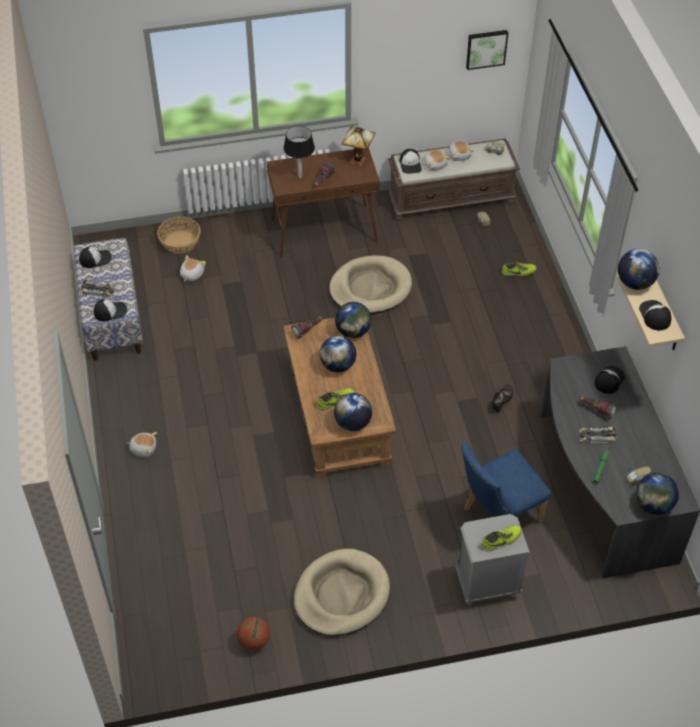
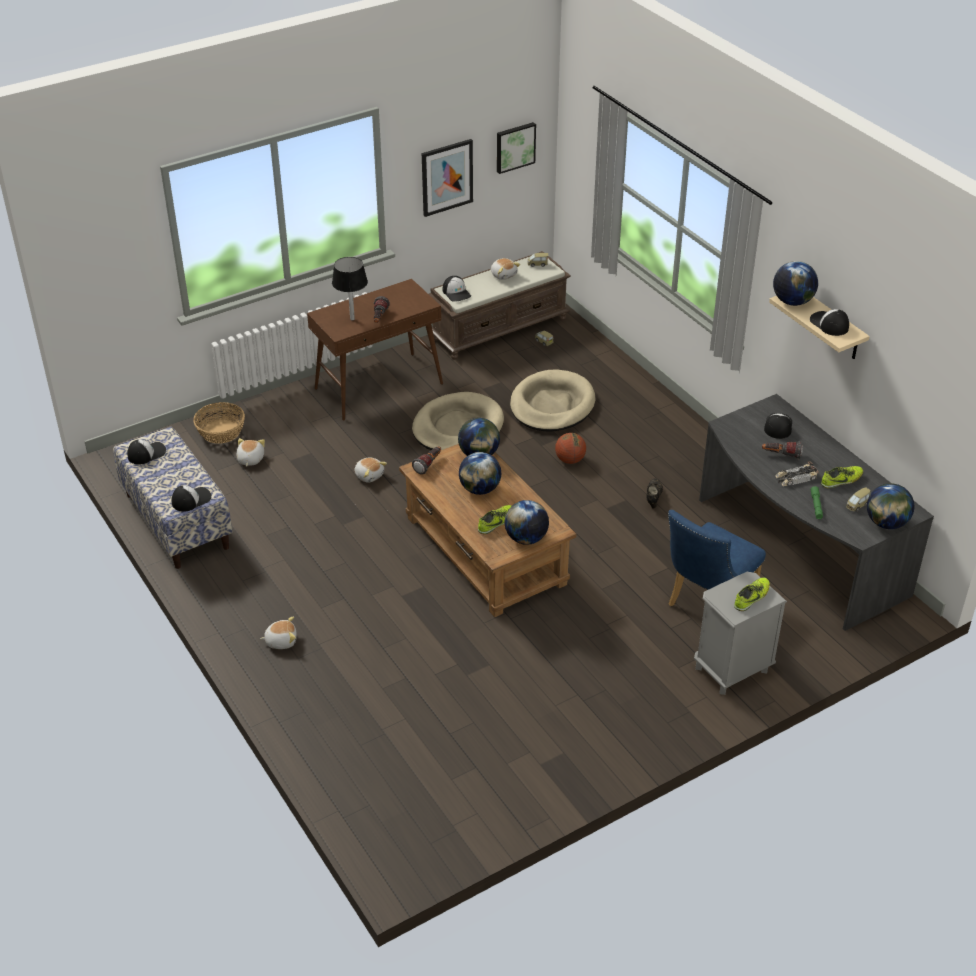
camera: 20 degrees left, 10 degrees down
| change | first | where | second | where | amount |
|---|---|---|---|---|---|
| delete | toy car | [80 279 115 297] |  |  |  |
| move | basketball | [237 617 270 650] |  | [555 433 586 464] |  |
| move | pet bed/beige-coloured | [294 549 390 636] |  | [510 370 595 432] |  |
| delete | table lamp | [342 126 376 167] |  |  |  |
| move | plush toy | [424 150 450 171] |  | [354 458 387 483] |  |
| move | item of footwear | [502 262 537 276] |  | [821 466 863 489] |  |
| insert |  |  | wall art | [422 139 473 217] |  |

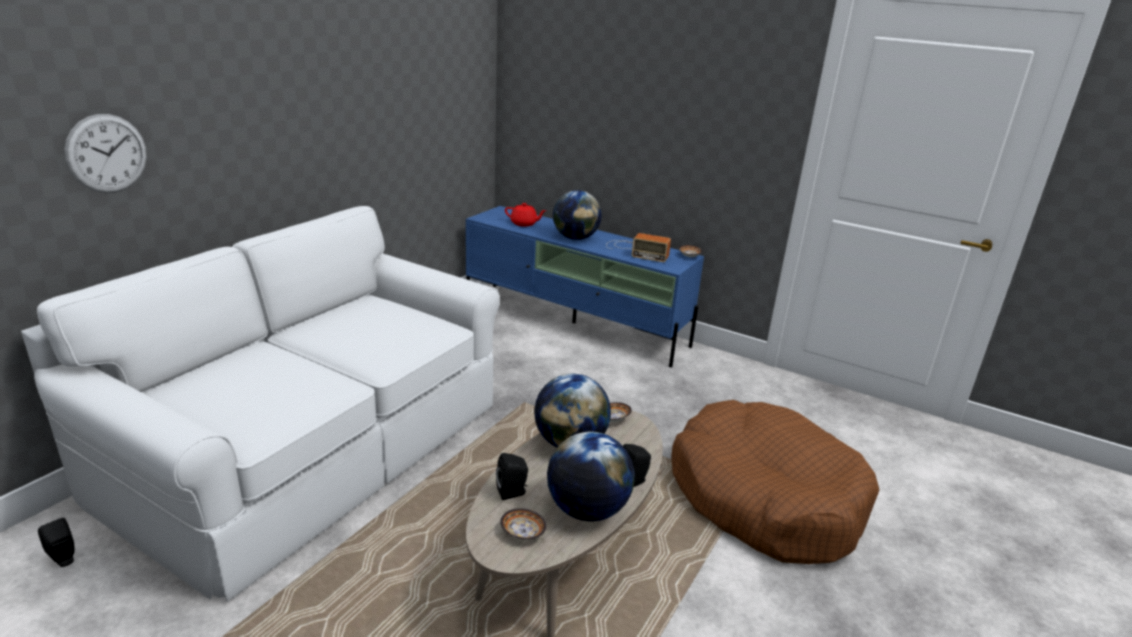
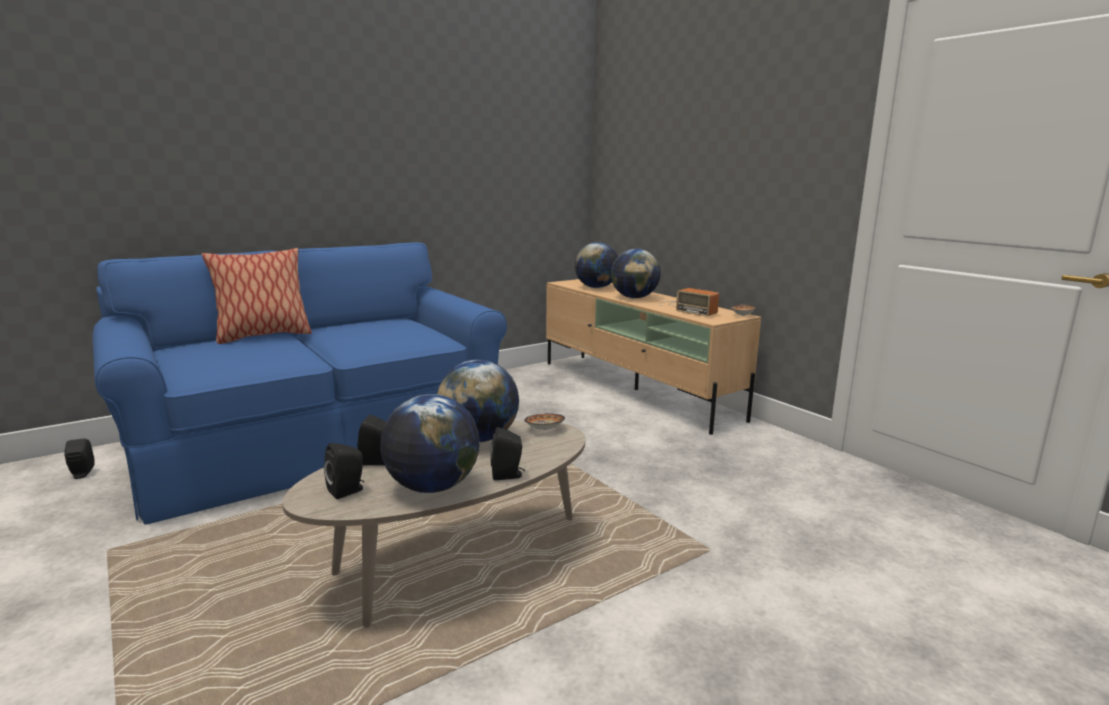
camera: 25 degrees right, 10 degrees down
| change | first | where | second | where | amount |
|---|---|---|---|---|---|
| recolor | sofa/white | [21 206 500 601] | sofa/bluish | [93 243 507 524] |  |
| delete | clock on the wall | [64 114 147 193] |  |  |  |
| recolor | tv unit/bluish | [466 206 704 367] | tv unit/beige-coloured | [546 279 761 435] |  |
| replace | serving bowl | [500 508 546 540] | loudspeaker/black | [324 443 364 499] |  |
| replace | tea pot/red-coloured | [505 203 546 226] | world globe | [574 242 618 288] |  |
| delete | pet bed/brown | [671 400 880 564] |  |  |  |
| insert |  |  | pillow | [202 248 312 344] |  |

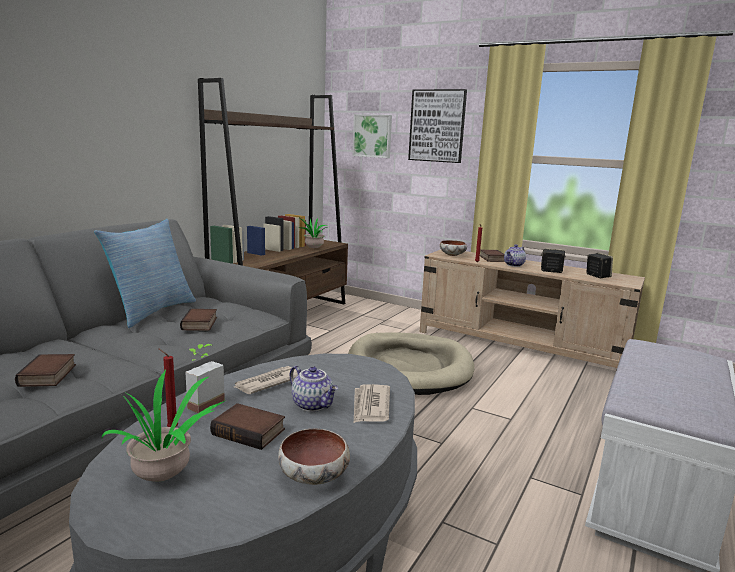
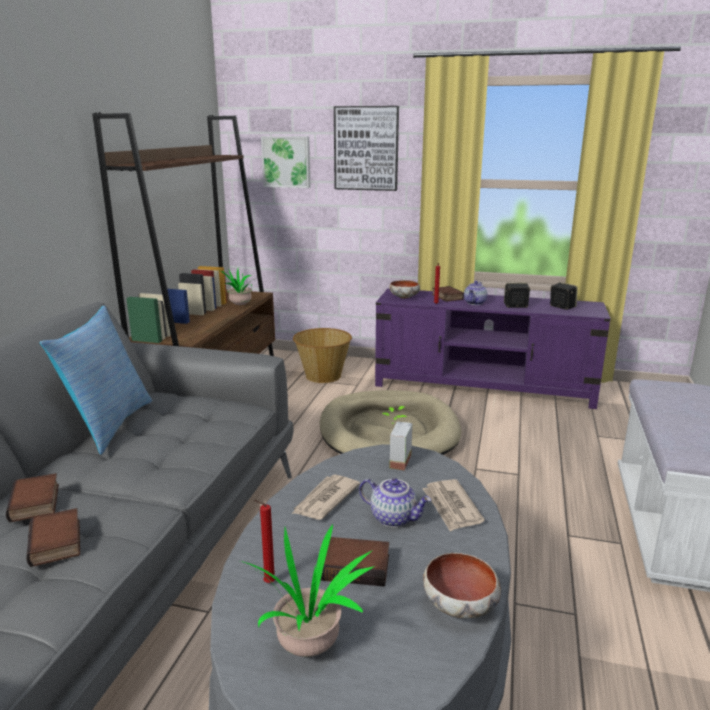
camera: 15 degrees left, 5 degrees up
| change | first | where | second | where | amount |
|---|---|---|---|---|---|
| move | book | [180 309 217 331] |  | [6 473 59 523] |  |
| move | plant in a pot | [185 344 225 413] |  | [382 406 412 470] |  |
| recolor | tv unit/beige-coloured | [420 250 645 368] | tv unit/purple-coloured | [375 288 611 409] |  |
| insert |  |  | basket | [293 328 352 383] |  |

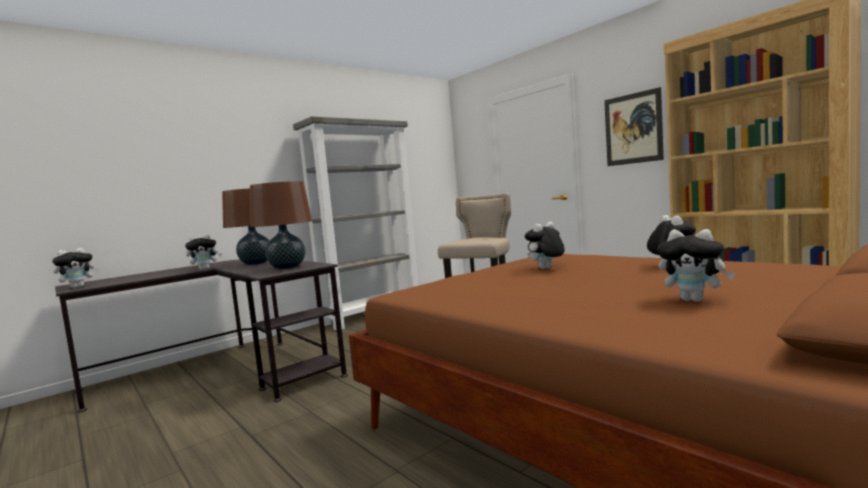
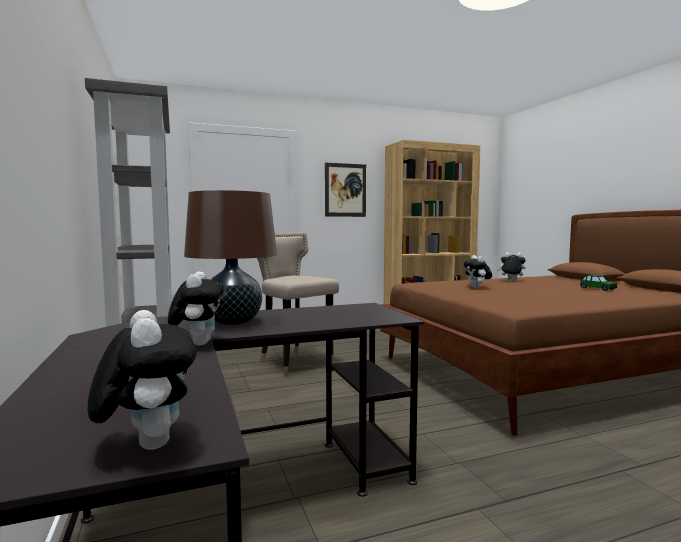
camera: 70 degrees left, 0 degrees up
| change | first | where | second | where | amount |
|---|---|---|---|---|---|
| delete | table lamp/brown | [250 181 312 269] |  |  |  |
| replace | plush toy | [657 229 735 302] | toy car | [580 275 617 291] |  |

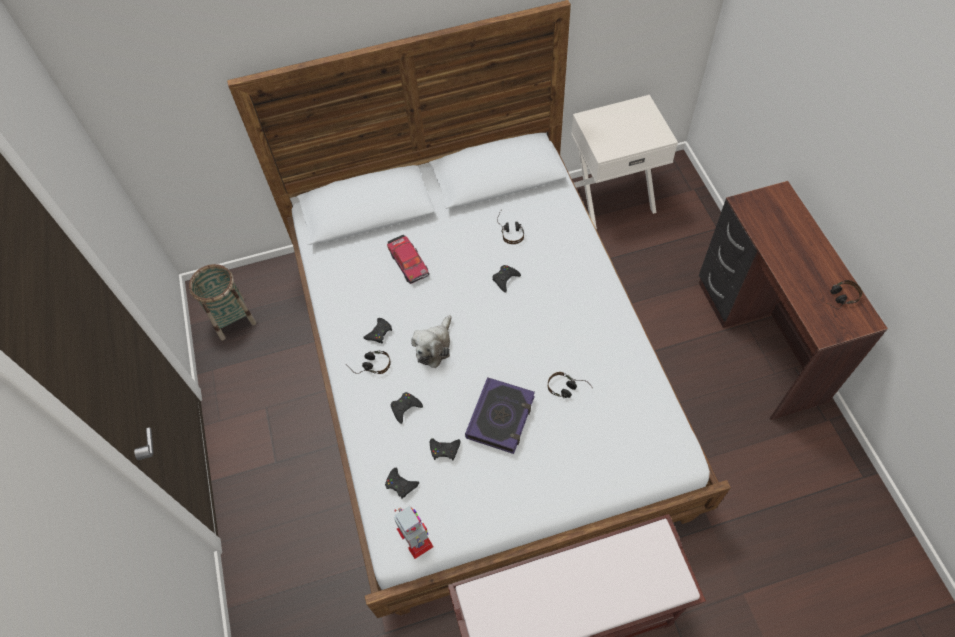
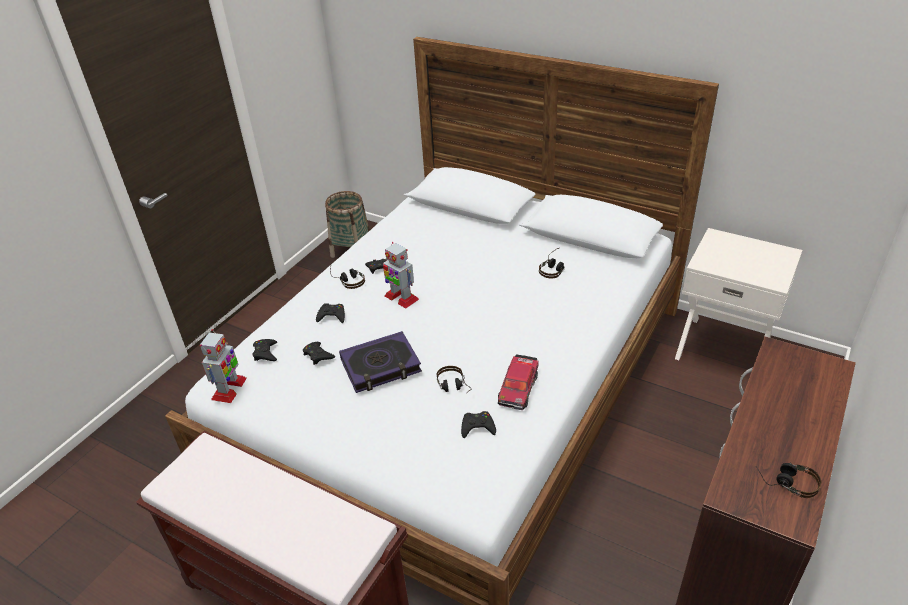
camera: 45 degrees right, 20 degrees down
| change | first | where | second | where | amount |
|---|---|---|---|---|---|
| move | toy car | [387 235 429 284] |  | [498 354 539 410] |  |
| replace | plush toy | [411 315 451 368] | robot figure | [383 242 419 308] |  |
| move | joypad/black | [492 265 521 293] |  | [461 411 496 438] |  |

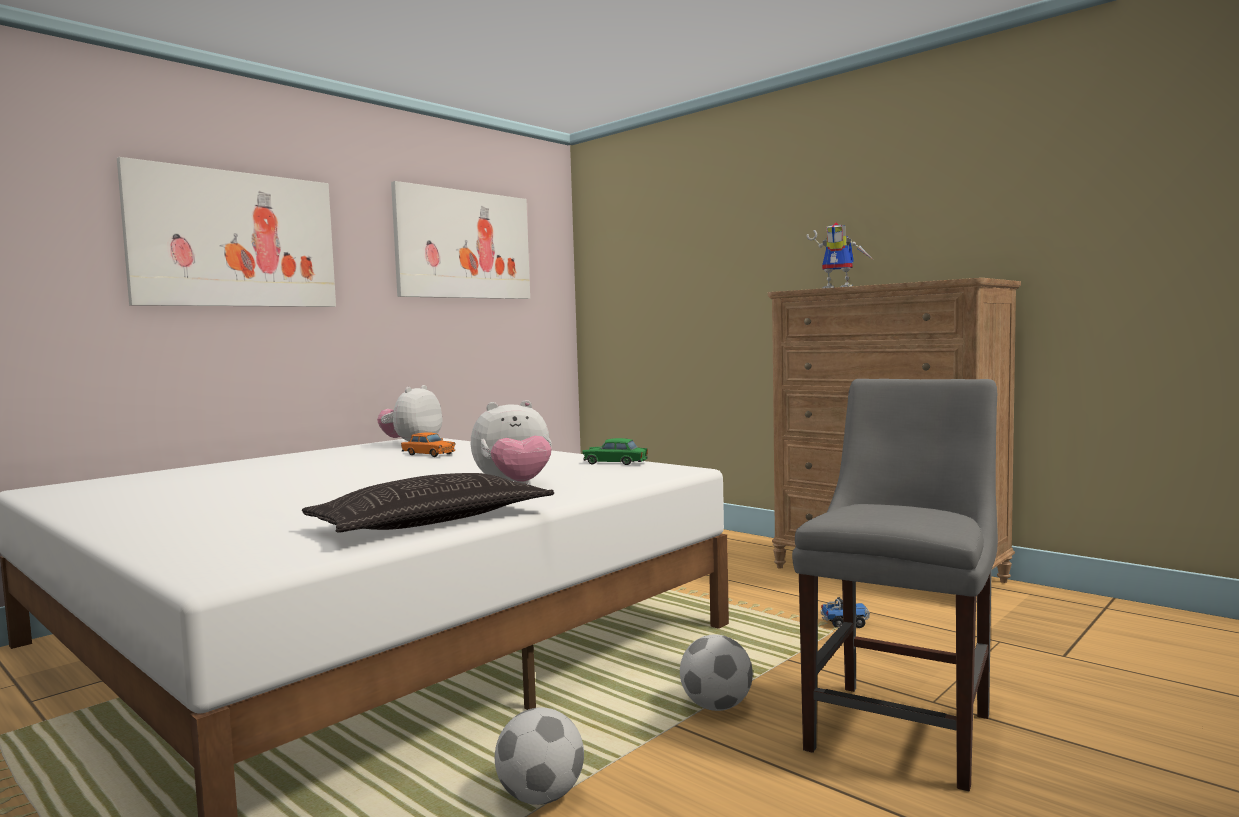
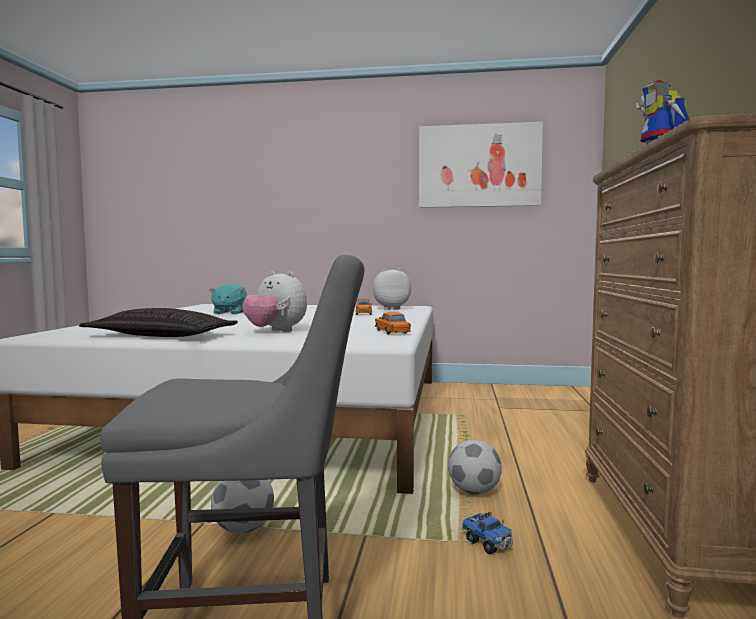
camera: 55 degrees right, 0 degrees up
| change | first | where | second | where | amount |
|---|---|---|---|---|---|
| delete | wall art | [117 157 336 307] |  |  |  |
| move | football | [495 707 584 805] |  | [448 440 502 495] |  |
| recolor | toy car/green-coloured | [582 438 648 465] | toy car/orange | [375 312 411 334] |  |
| insert |  |  | plush toy/blue-green | [209 283 247 314] |  |

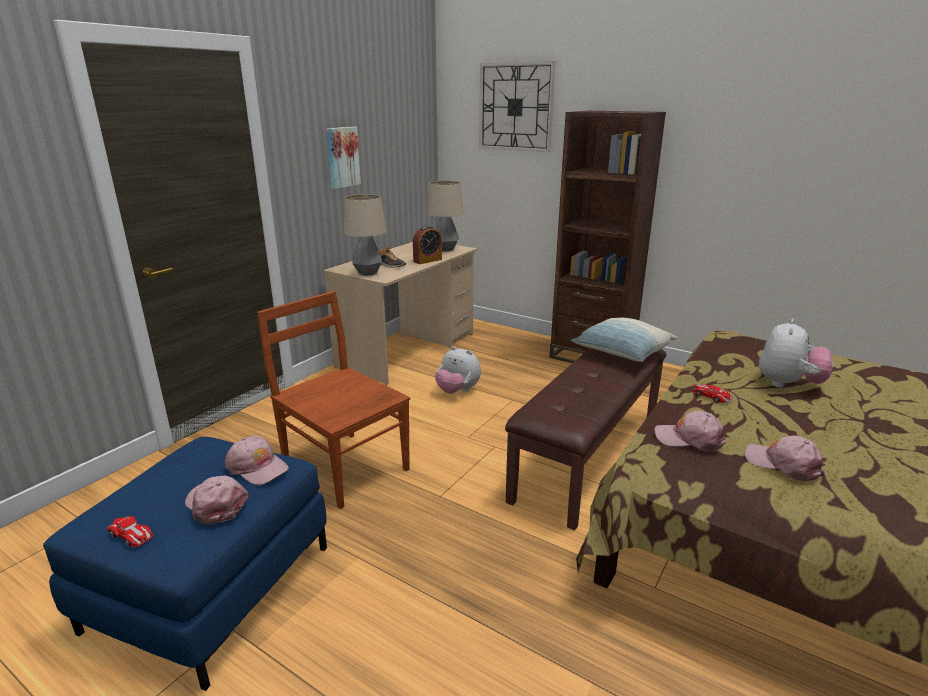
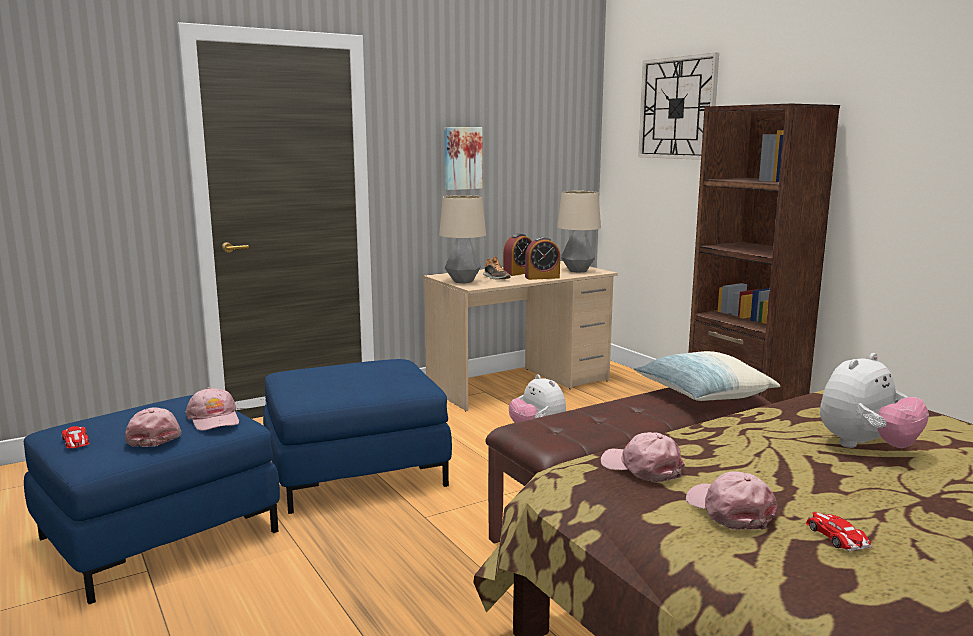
camera: 25 degrees right, 10 degrees down
| change | first | where | second | where | amount |
|---|---|---|---|---|---|
| replace | upright chair/brown | [257 291 410 509] | ottoman/bluish | [263 359 452 514] |  |
| move | toy car | [692 384 733 404] |  | [806 512 873 551] |  |
| insert |  |  | table clock | [503 233 532 276] |  |

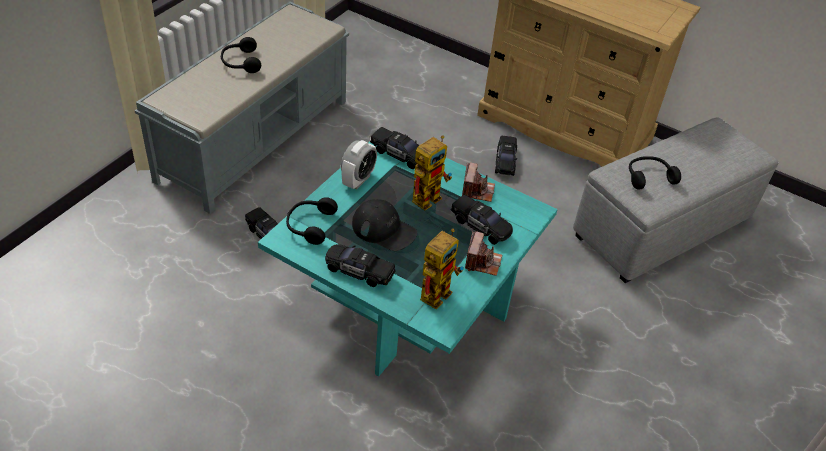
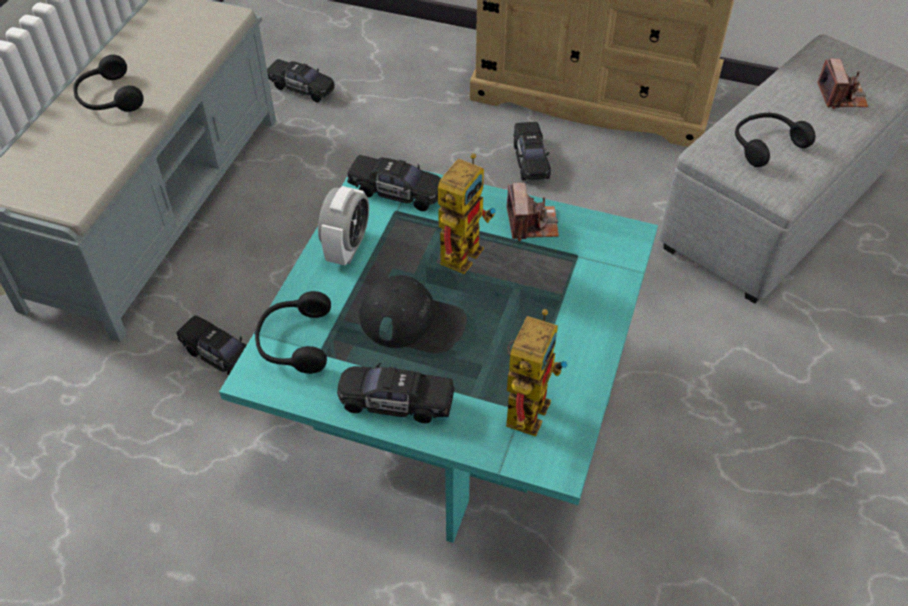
camera: 10 degrees left, 5 degrees up
| change | first | where | second | where | amount |
|---|---|---|---|---|---|
| move | toy car/black | [451 195 513 245] |  | [267 59 335 102] |  |
| move | still camera | [465 231 502 276] |  | [817 59 868 109] |  |

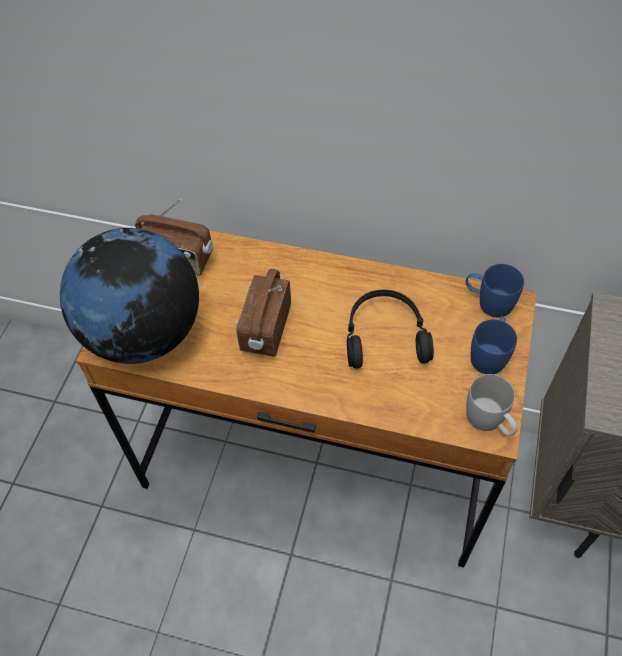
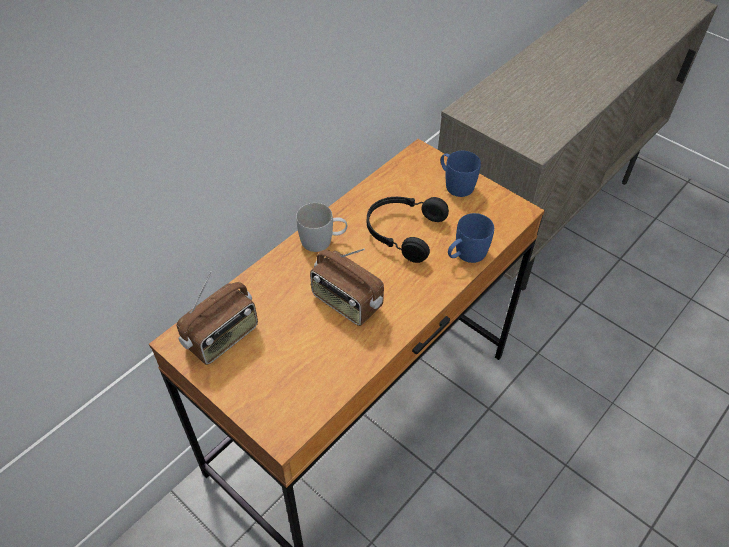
camera: 65 degrees left, 5 degrees down
| change | first | where | second | where | amount |
|---|---|---|---|---|---|
| delete | world globe | [60 228 199 364] |  |  |  |
| move | coffee mug/bluish | [466 264 524 317] |  | [448 213 494 263] |  |
| move | coffee mug/white | [466 374 518 436] |  | [296 203 347 252] |  |

